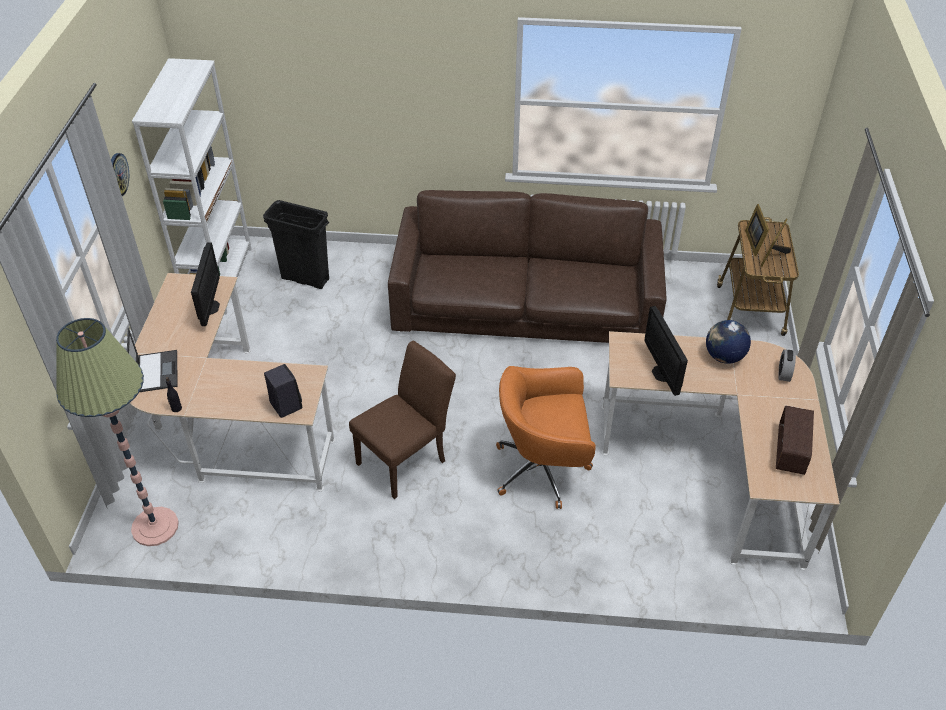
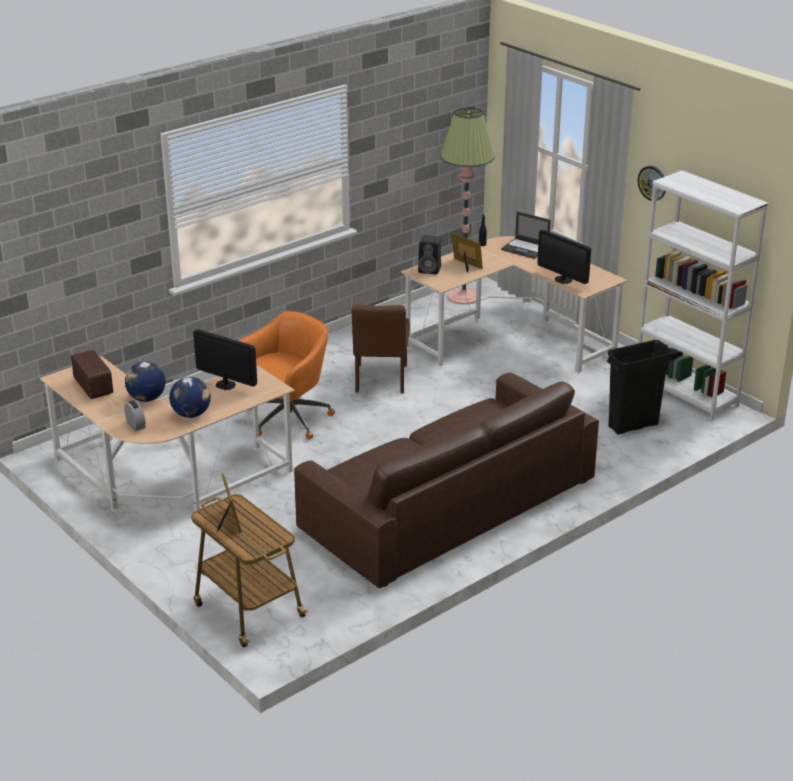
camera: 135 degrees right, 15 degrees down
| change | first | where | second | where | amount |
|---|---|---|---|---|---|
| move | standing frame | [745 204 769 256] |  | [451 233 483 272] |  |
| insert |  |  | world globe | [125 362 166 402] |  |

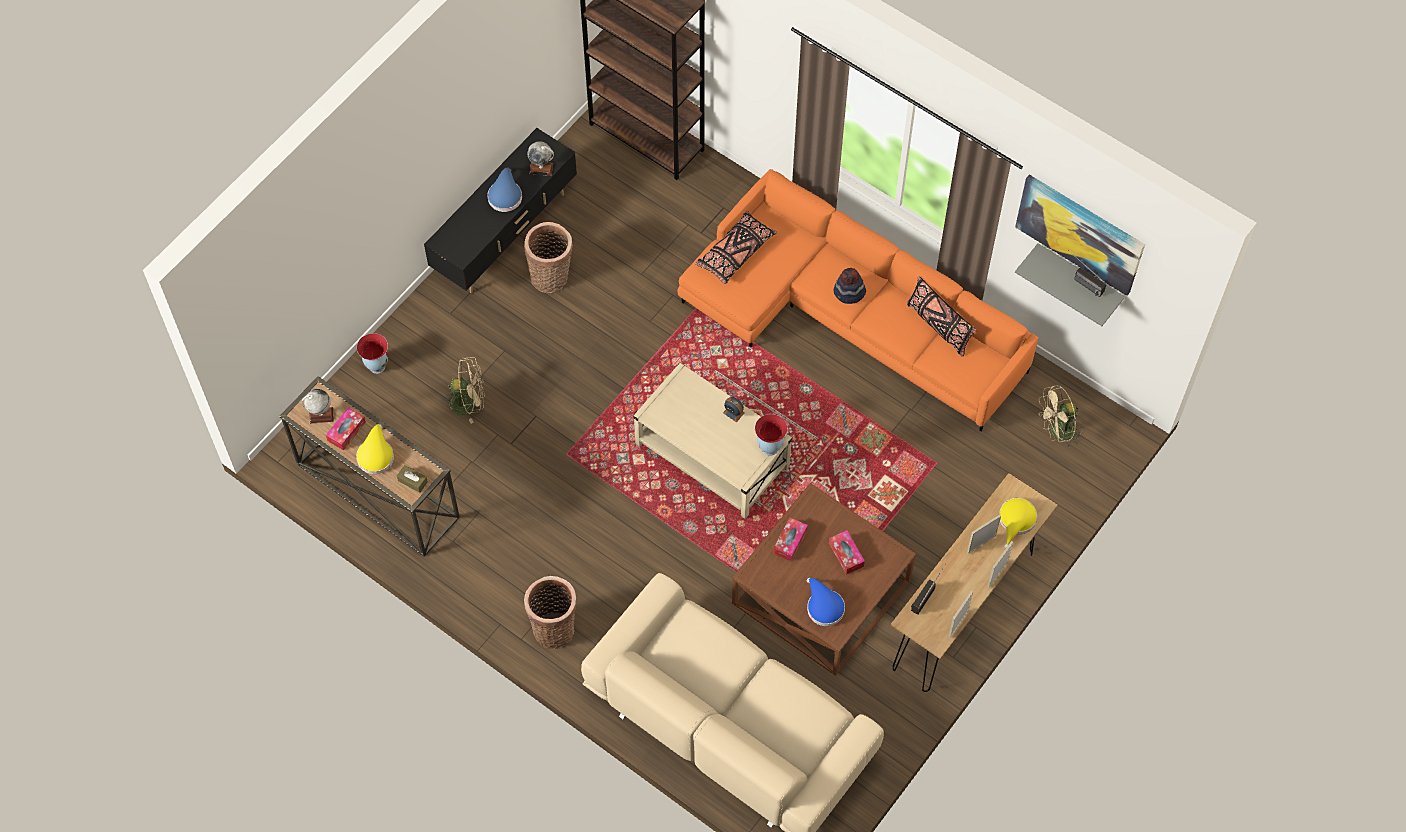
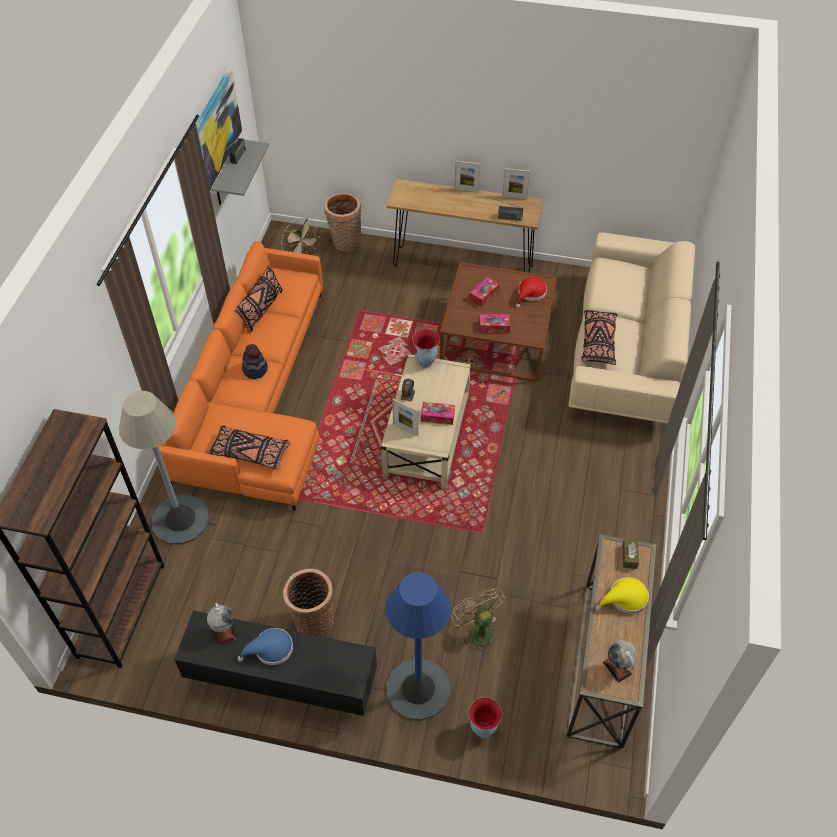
camera: 115 degrees left, 10 degrees down
| change | first | where | second | where | amount |
|---|---|---|---|---|---|
| move | box of tissues | [326 407 366 451] |  | [421 402 455 425] |  |
| move | basket | [524 576 577 649] |  | [324 193 361 251] |  |
| recolor | wearable hat/bluish | [807 578 845 626] | wearable hat/red-coloured | [516 277 547 308] |  |
| move | standing frame | [967 515 1001 554] |  | [392 399 418 436] |  |
| delete | wearable hat/yellowish | [999 498 1037 548] |  |  |  |
| insert |  |  | floor lamp/grey | [119 391 209 545] |  |
| insert |  |  | floor lamp/bluish | [386 572 451 721] |  |
| insert |  |  | pillow/black | [581 310 617 365] |  |

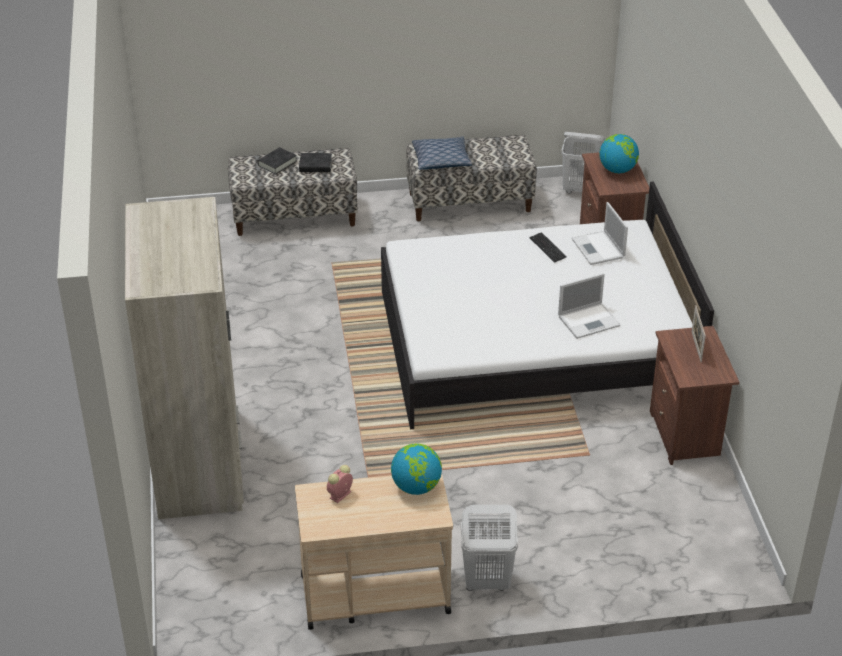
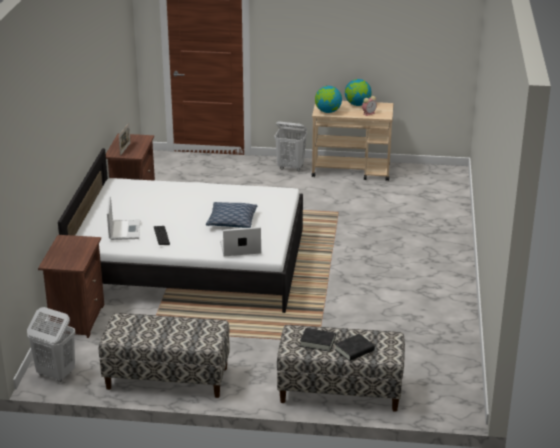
camera: 165 degrees left, 10 degrees down
| change | first | where | second | where | amount |
|---|---|---|---|---|---|
| delete | wardrobe/beige-coloured | [125 197 244 519] |  |  |  |
| move | pillow | [412 136 472 170] |  | [206 202 257 228] |  |
| move | laptop | [558 273 620 339] |  | [220 227 261 256] |  |
| move | world globe | [599 134 639 173] |  | [345 79 372 106] |  |

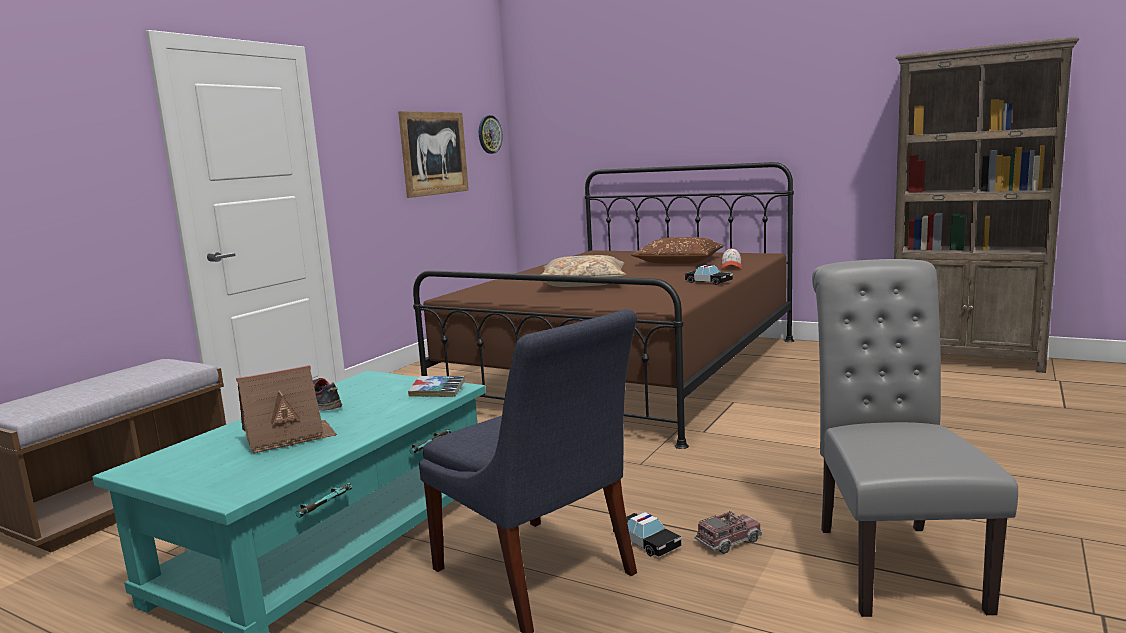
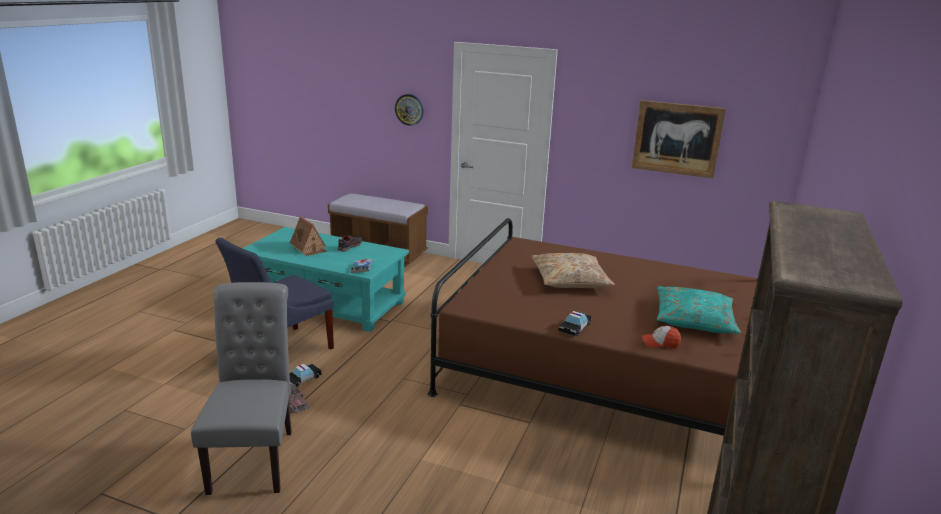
camera: 80 degrees right, 10 degrees up
| change | first | where | second | where | amount |
|---|---|---|---|---|---|
| move | clock on the wall | [479 115 503 154] |  | [395 94 424 126] |  |
| recolor | pillow/brown | [631 237 724 264] | pillow/blue-green | [657 286 741 334] |  |
| rotate | upright chair/grey | [812 259 1018 617] |  | [191 282 292 495] | 90 degrees counterclockwise |

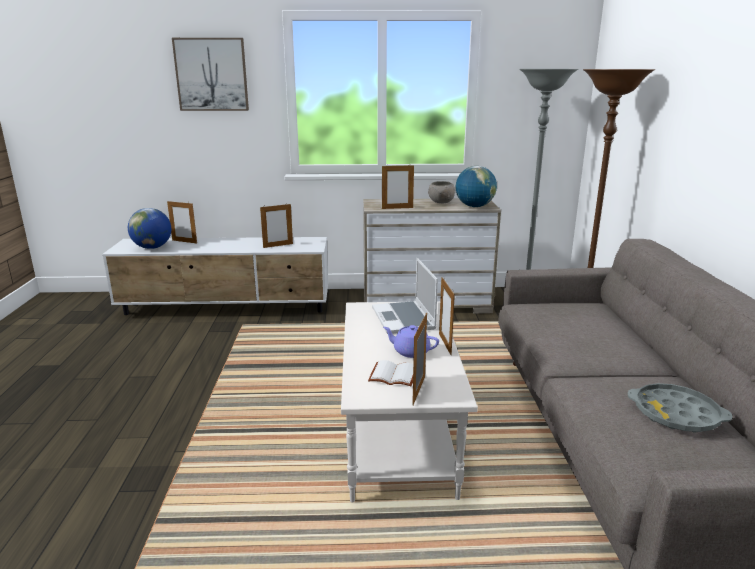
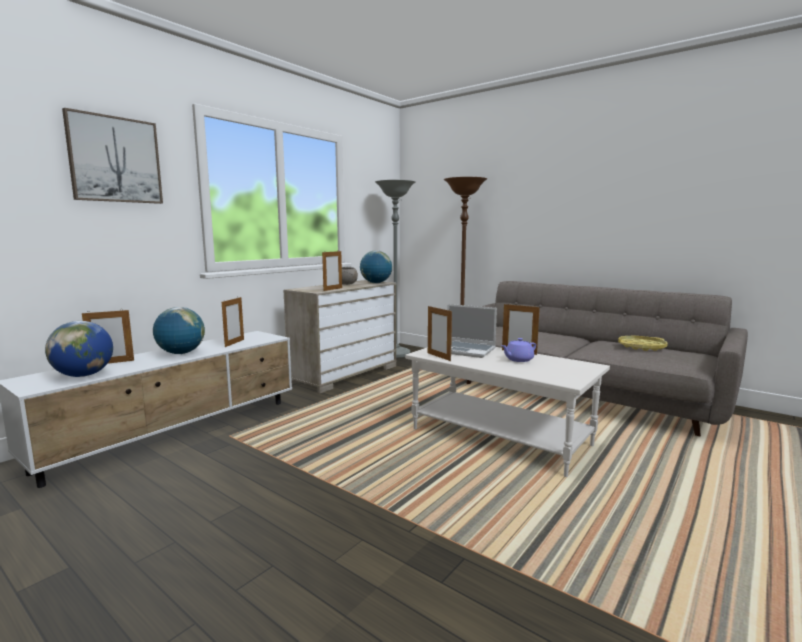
camera: 50 degrees left, 10 degrees down
| change | first | where | second | where | amount |
|---|---|---|---|---|---|
| delete | book/white | [368 360 413 386] |  |  |  |
| move | standing frame | [412 313 427 406] |  | [428 305 452 361] |  |
| recolor | tray/grey | [628 383 732 432] | tray/yellowish | [618 336 668 351] |  |
| insert |  |  | world globe | [153 307 205 354] |  |

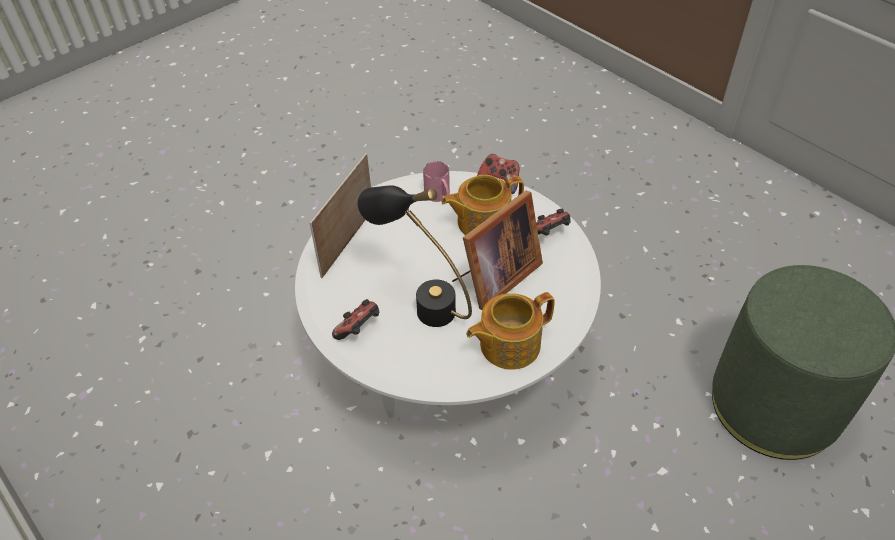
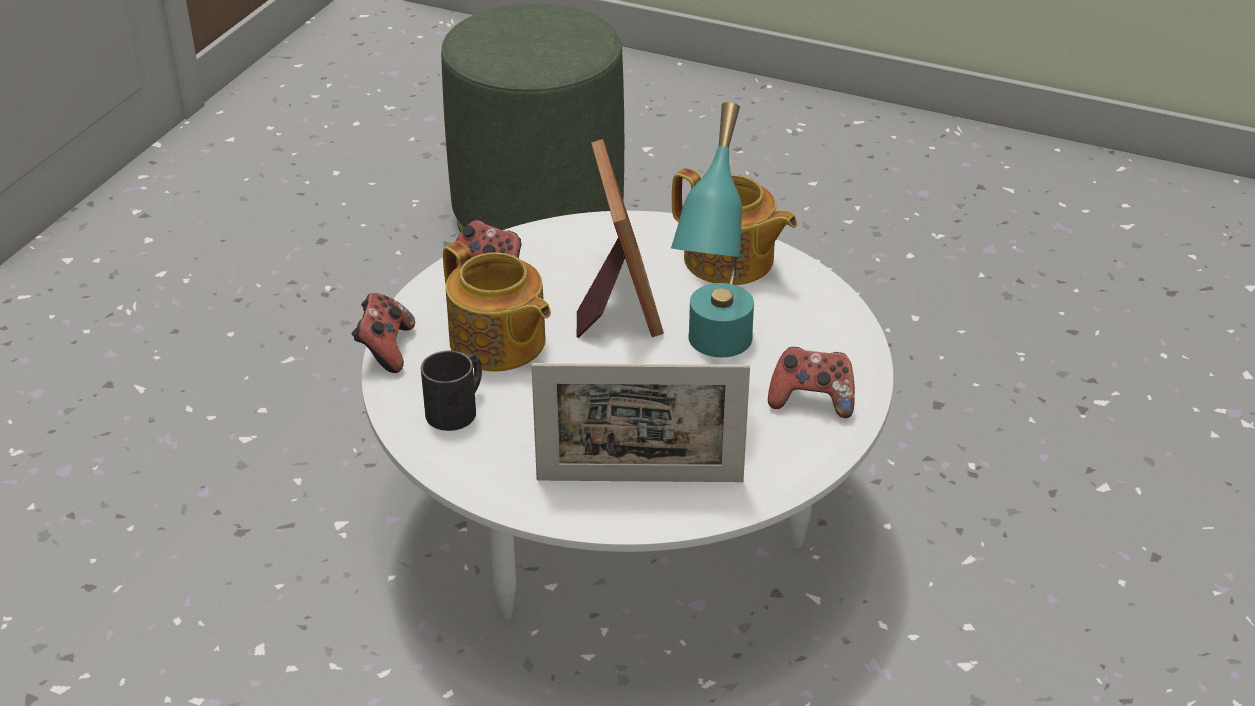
camera: 115 degrees left, 10 degrees down
| change | first | where | second | where | amount |
|---|---|---|---|---|---|
| recolor | table lamp/black | [357 185 472 327] | table lamp/blue-green | [671 102 754 357] |  |
| recolor | coffee mug/pinkish | [423 161 450 202] | coffee mug/black | [421 351 482 431] |  |
| rotate | standing frame | [452 190 543 310] |  | [577 139 664 338] | 60 degrees clockwise |

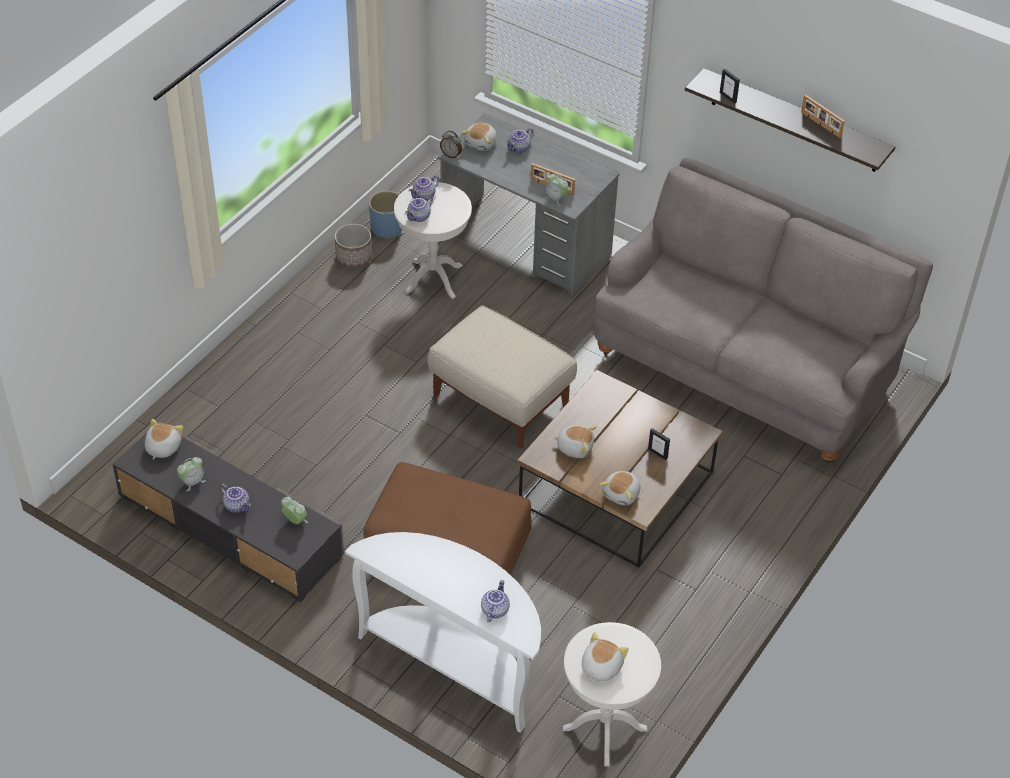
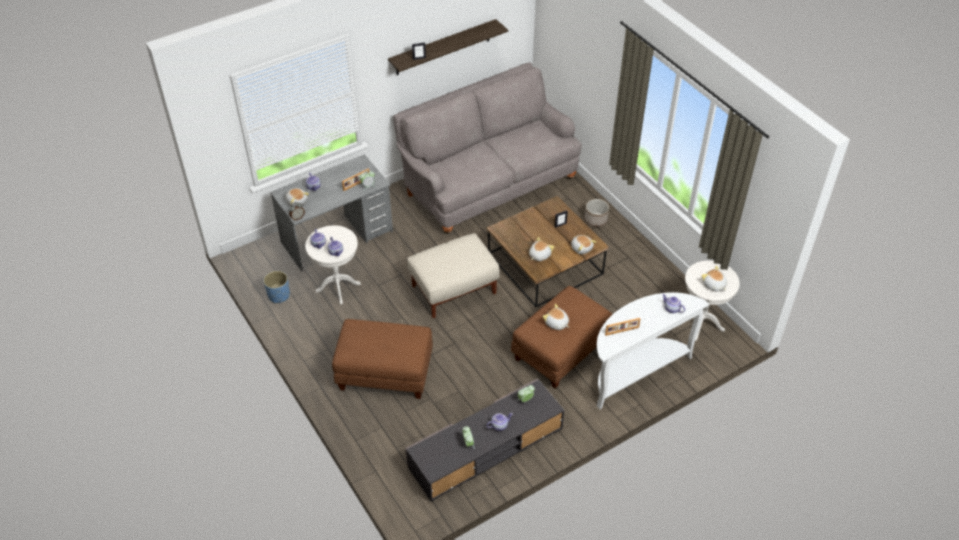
camera: 65 degrees left, 0 degrees up
| change | first | where | second | where | amount |
|---|---|---|---|---|---|
| move | plush toy | [145 419 183 459] |  | [542 304 569 330] |  |
| move | planter | [335 224 372 268] |  | [585 199 609 227] |  |
| move | standing frame | [801 95 845 138] |  | [605 318 640 336] |  |
| insert |  |  | ottoman/brown | [332 319 433 399] |  |

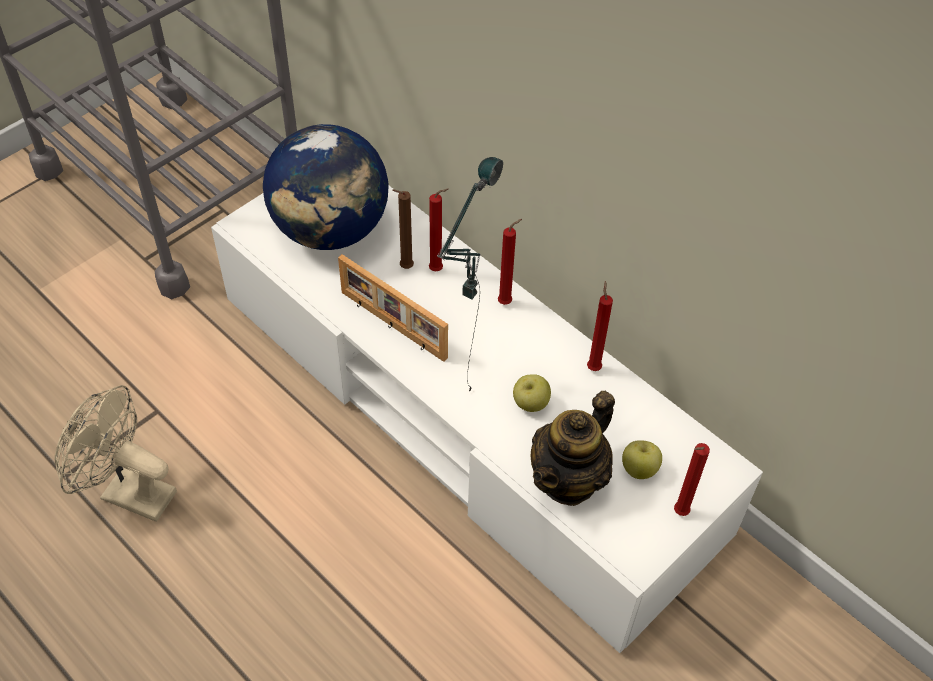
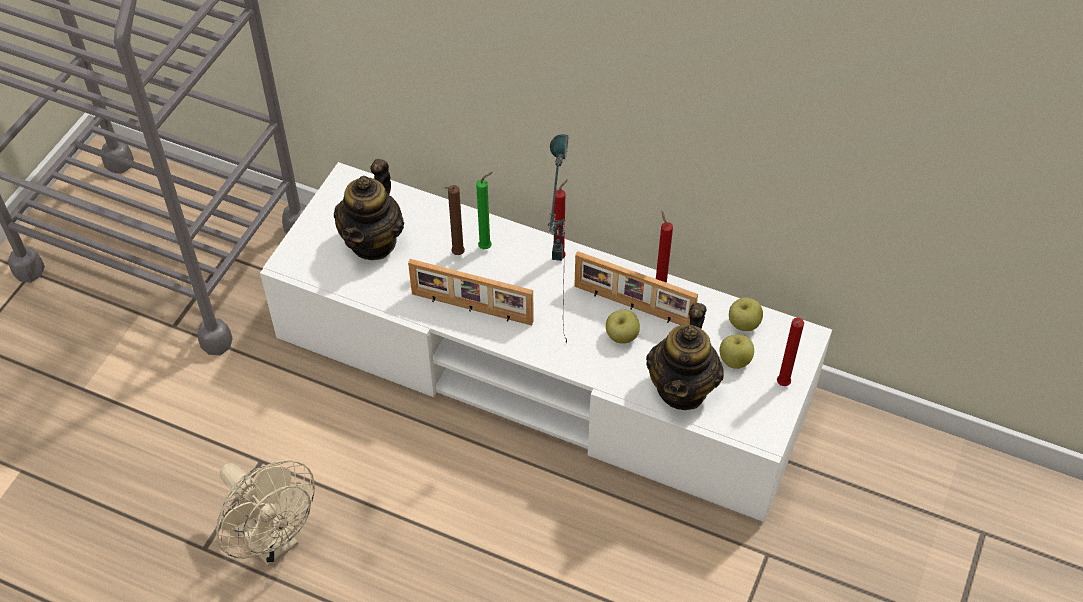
camera: 20 degrees left, 0 degrees up
| change | first | where | second | where | amount |
|---|---|---|---|---|---|
| rotate | fan/beige-coloured | [54 385 177 522] |  | [216 460 315 566] | 135 degrees counterclockwise |
| replace | world globe | [263 124 388 250] | tea pot | [334 159 404 260] |  |
| recolor | wax light/red-coloured | [429 189 449 271] | wax light/green-coloured | [476 172 493 249] |  |
| insert |  |  | standing frame | [574 251 698 325] |  |
| insert |  |  | apple fruit | [729 297 763 331] |  |

